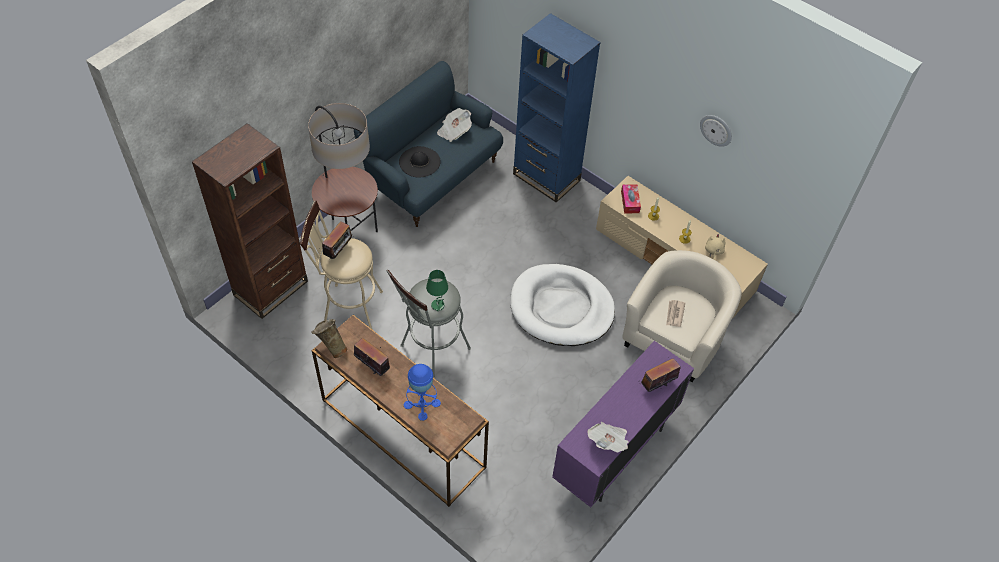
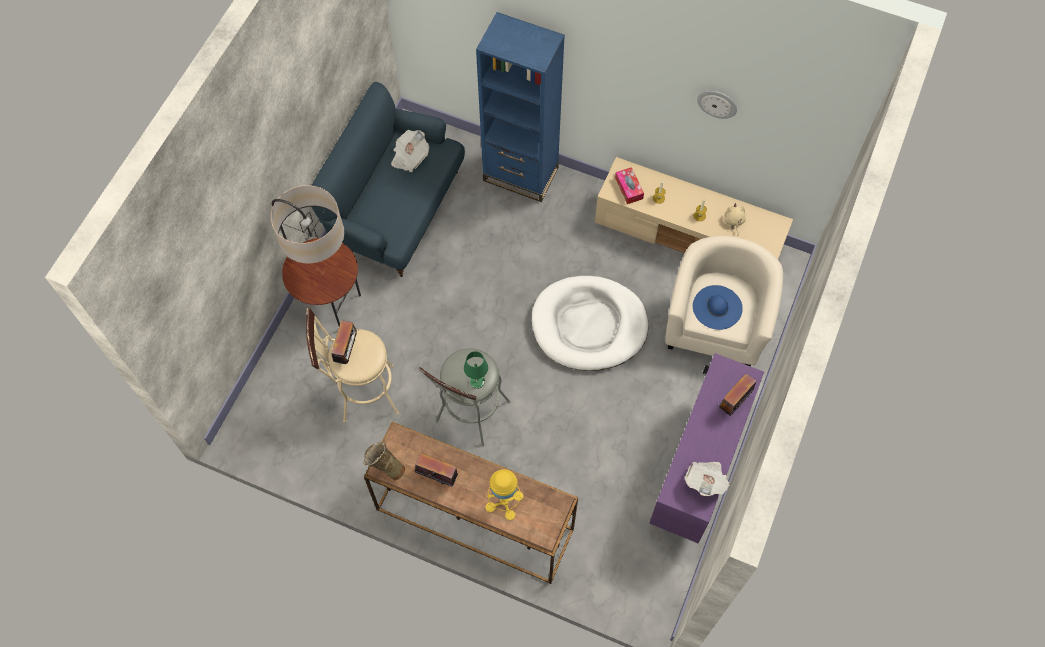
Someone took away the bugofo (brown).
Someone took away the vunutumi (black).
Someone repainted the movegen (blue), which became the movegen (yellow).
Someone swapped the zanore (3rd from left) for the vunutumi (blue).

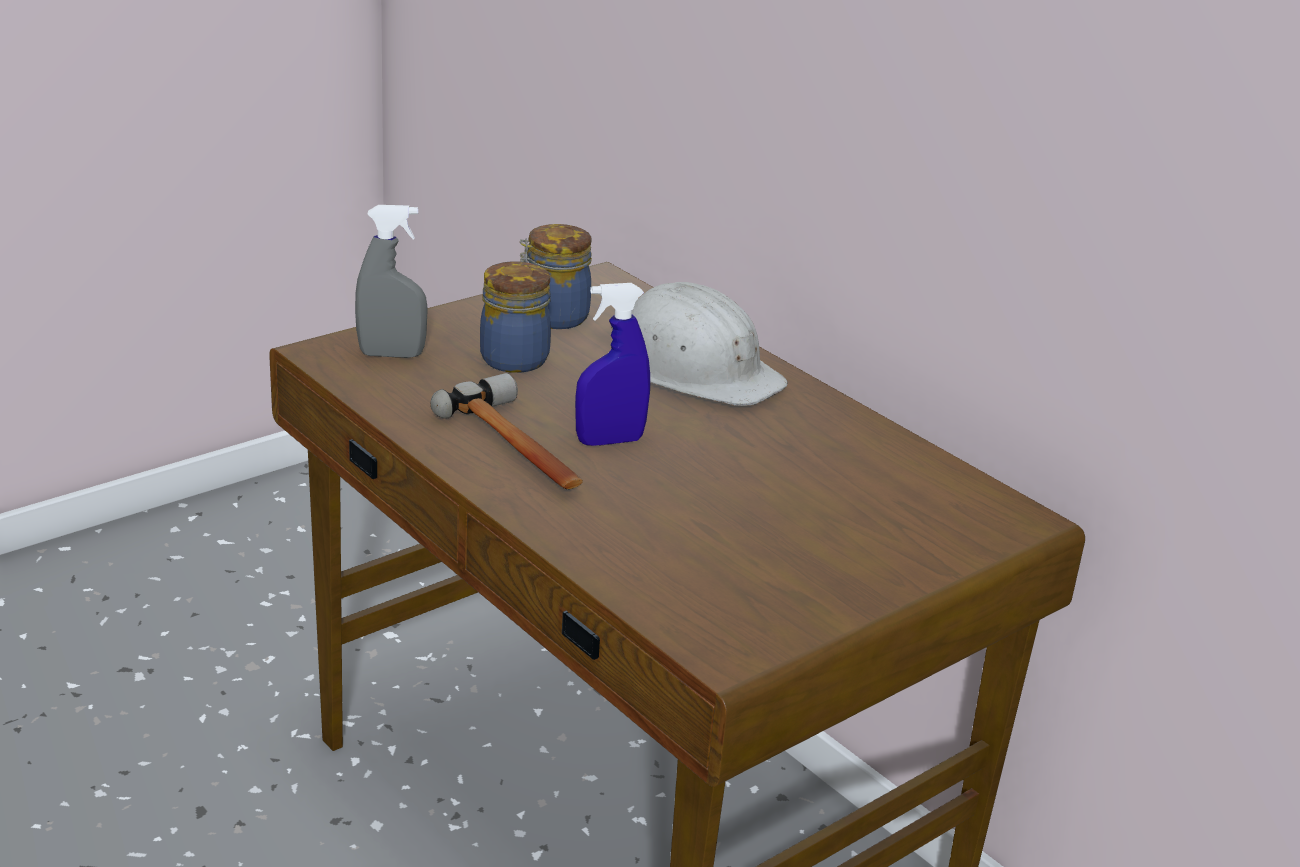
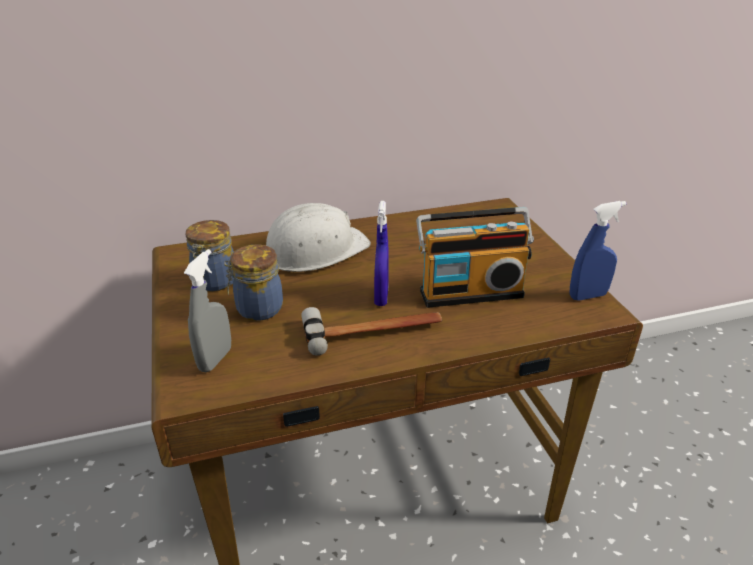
Someone put down the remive.
Someone put down the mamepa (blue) (2nd from left).

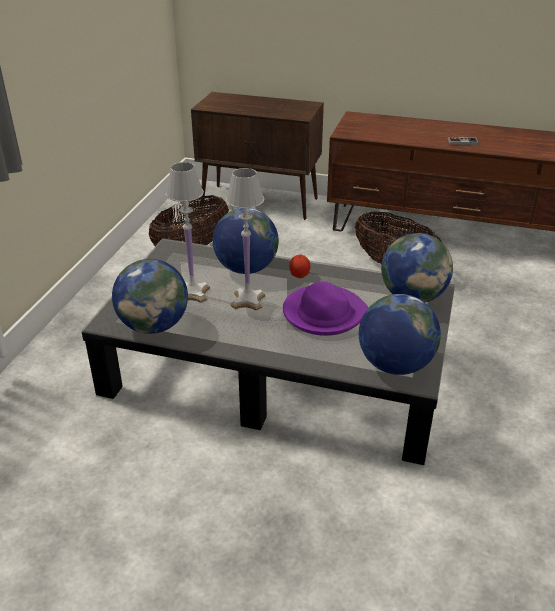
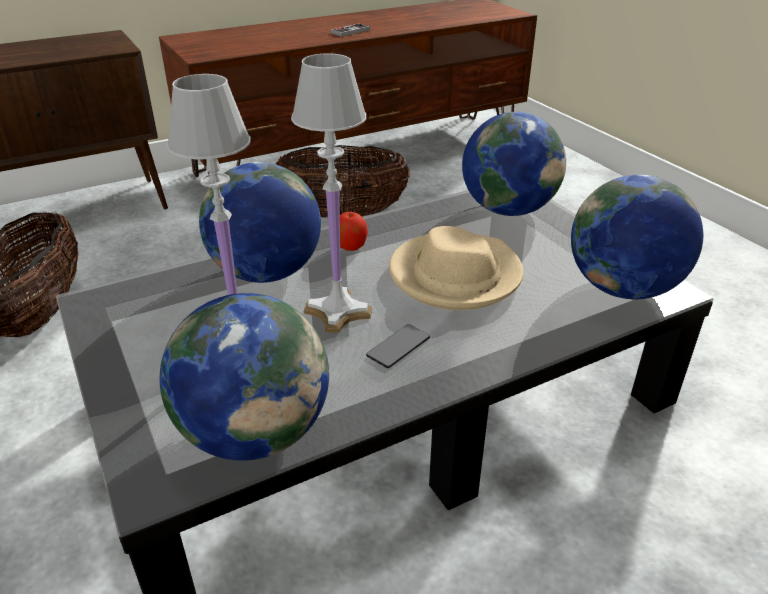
Someone repainted the vunutumi (purple), which became the vunutumi (beige).
Someone put down the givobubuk.

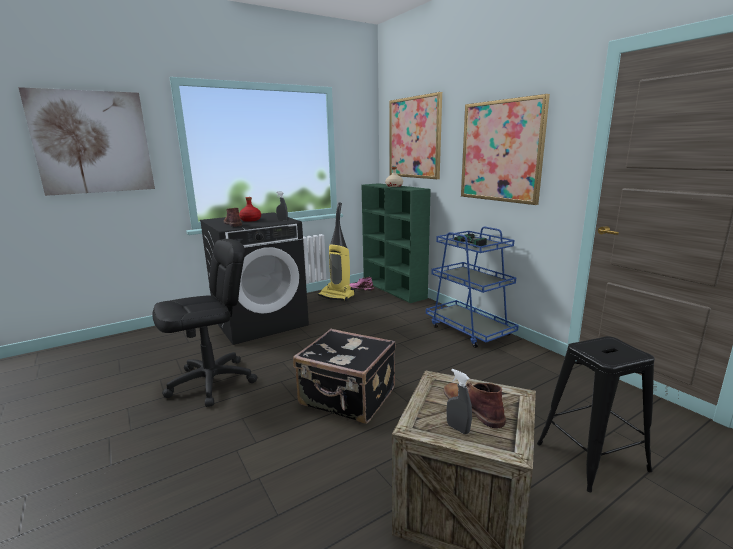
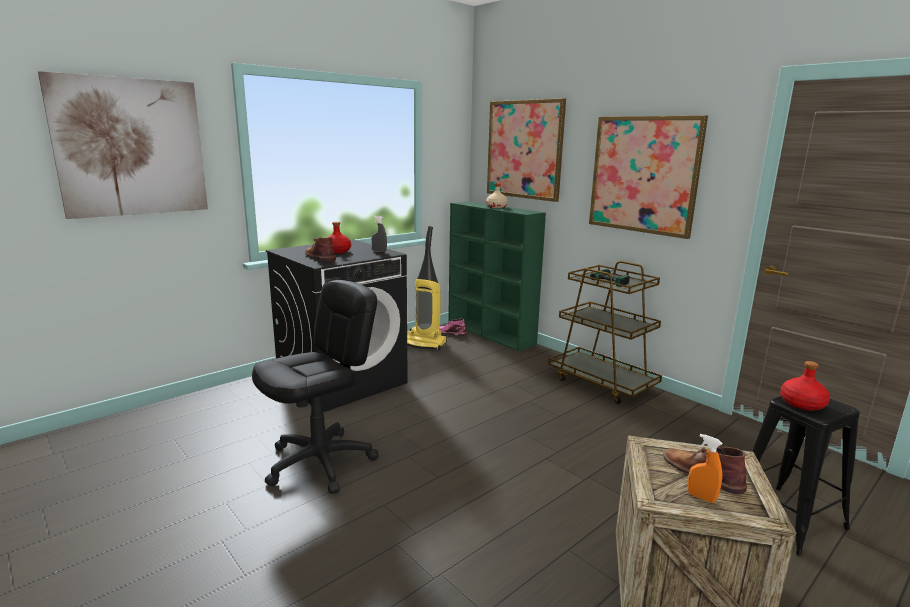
Someone took away the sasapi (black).
Someone repainted the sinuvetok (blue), which became the sinuvetok (brown).
Someone repainted the mamepa (grey) (2nd from left), which became the mamepa (orange).
Someone put down the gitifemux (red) (2nd from left).

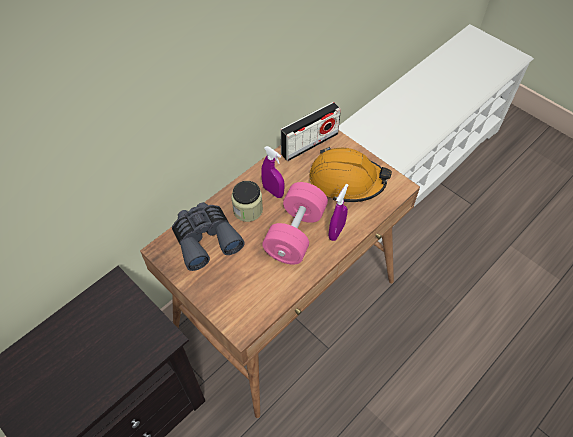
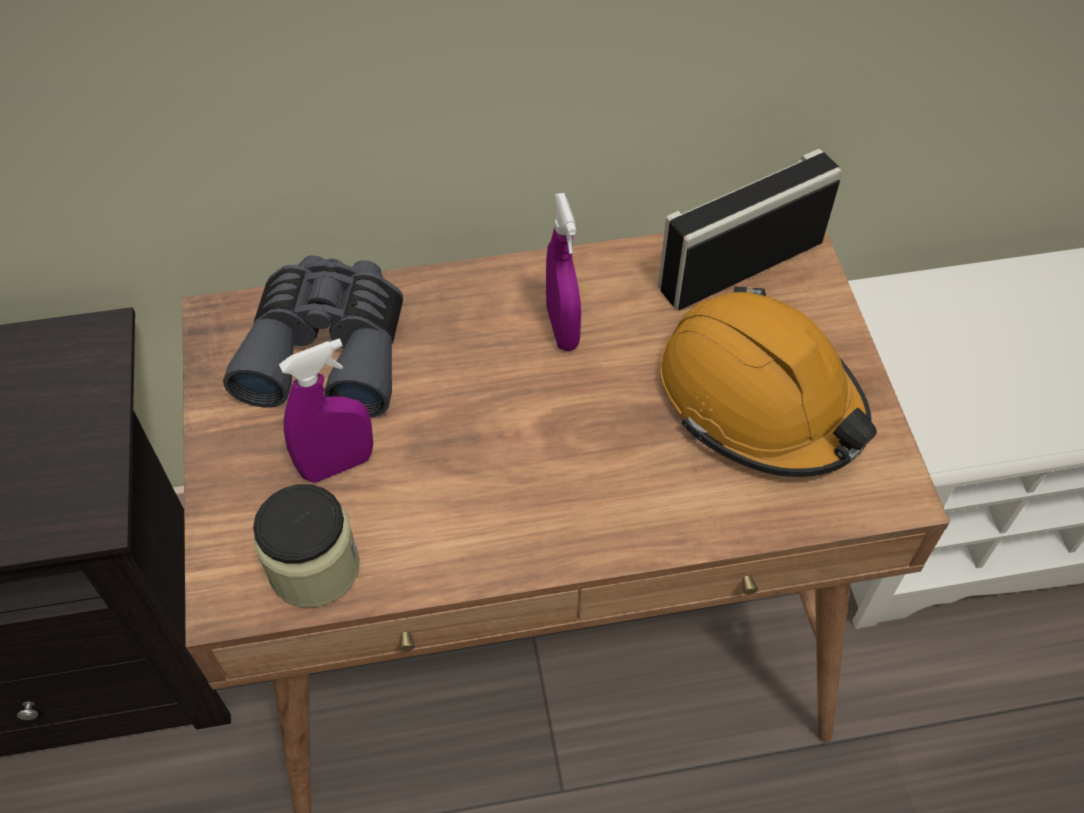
Someone carried the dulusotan.
Someone took away the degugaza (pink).
Someone rotated the remive by 150 degrees clockwise.
Someone carried the mamepa (purple) (2nd from left in the first image).

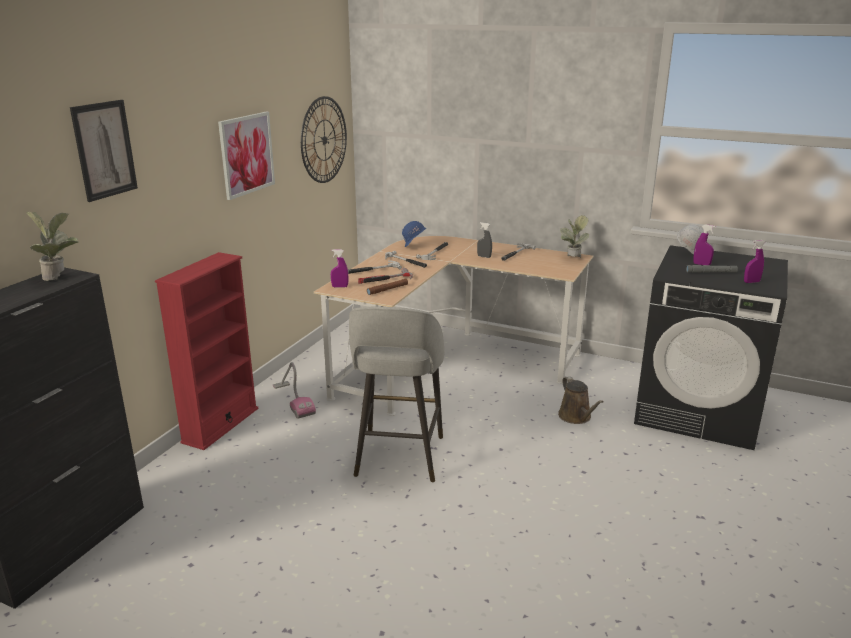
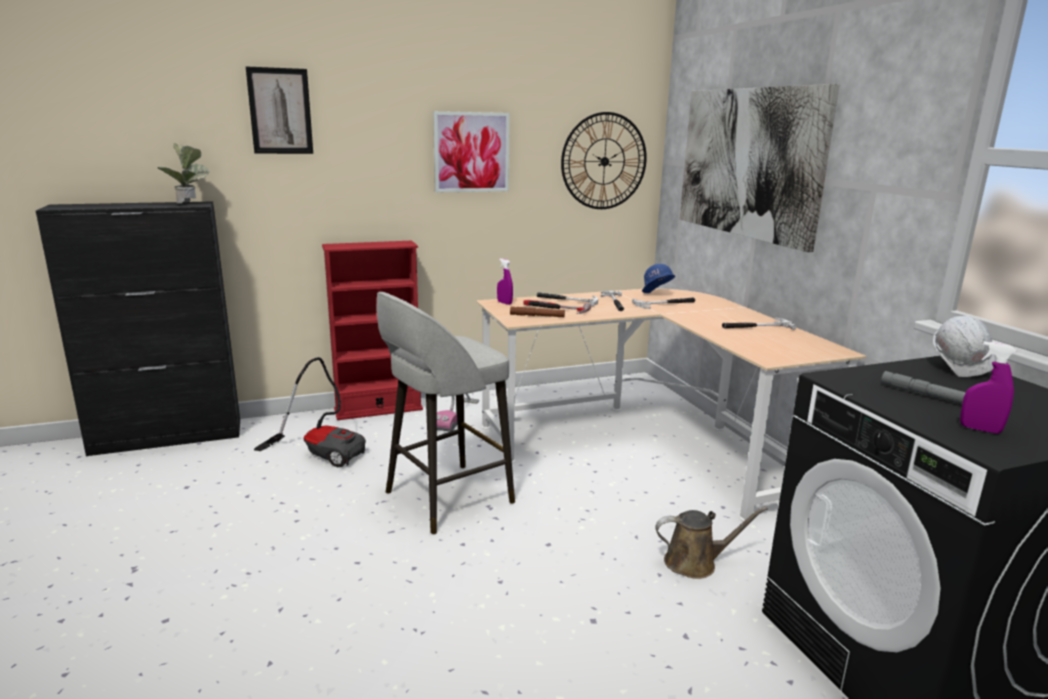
Someone took away the mamepa (grey).
Someone rotated the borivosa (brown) by 120 degrees counterclockwise.
Someone took away the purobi (2nd from left).
Someone took away the mamepa (purple) (2nd from left).
Someone put down the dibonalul (1st from left).
Someone put up the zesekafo (3rd from left).

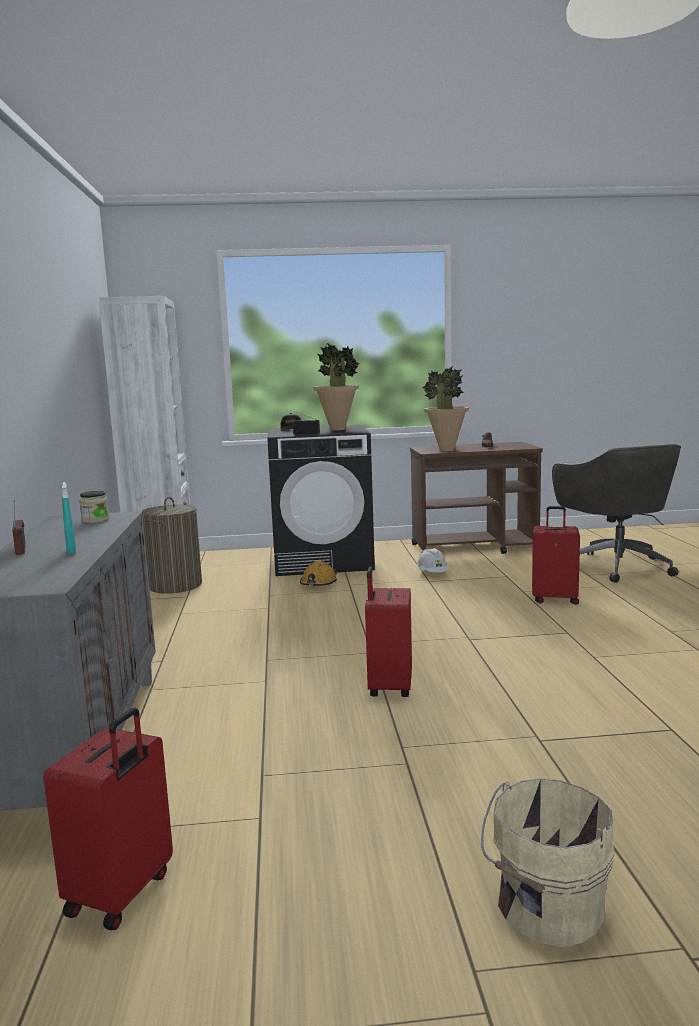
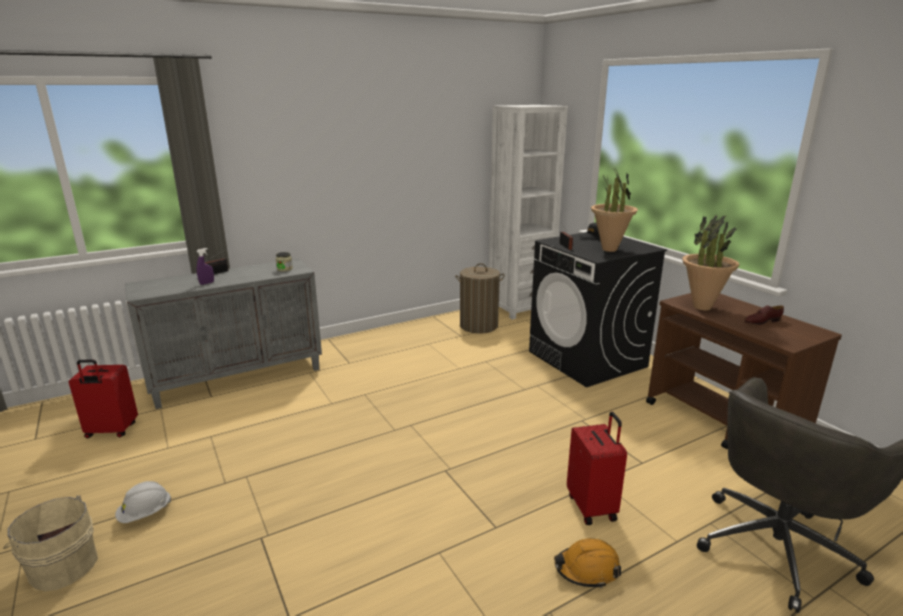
Someone repainted the mamepa (turquoise), which became the mamepa (purple).
Someone carried the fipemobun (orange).
Someone took away the sasapi (red) (2nd from left).
Someone carried the fipemobun (white).

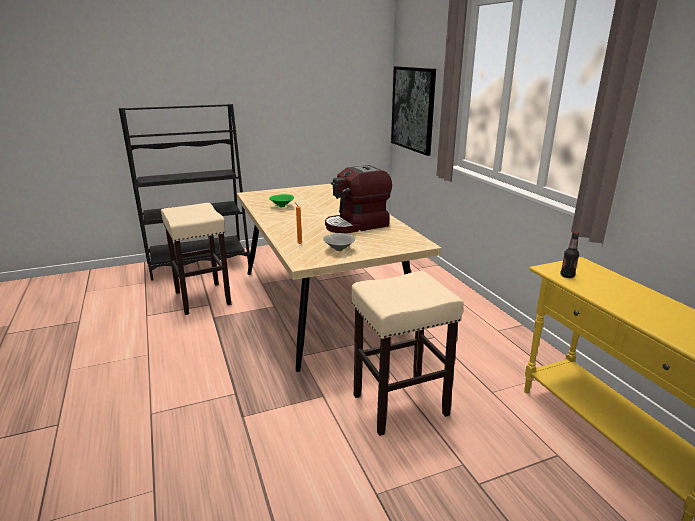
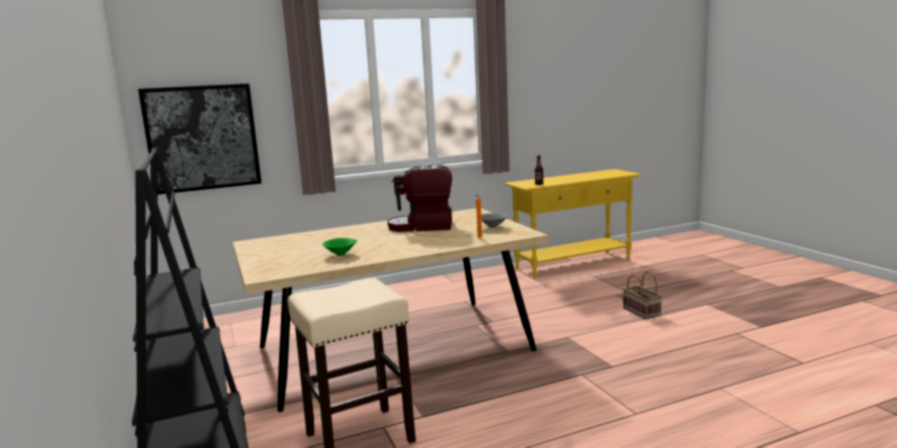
Someone rotated the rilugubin by 120 degrees clockwise.
Someone took away the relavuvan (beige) (2nd from left).
Someone put down the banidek.

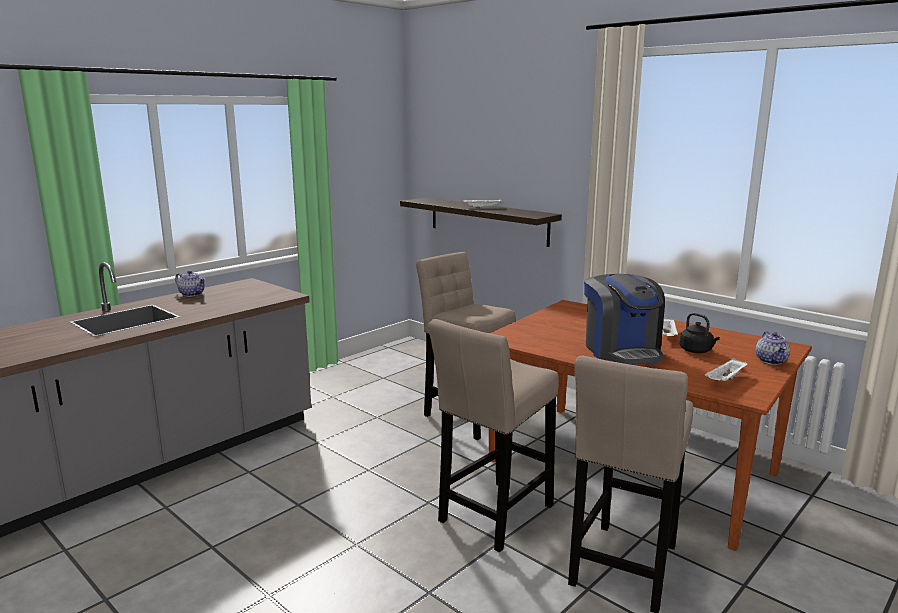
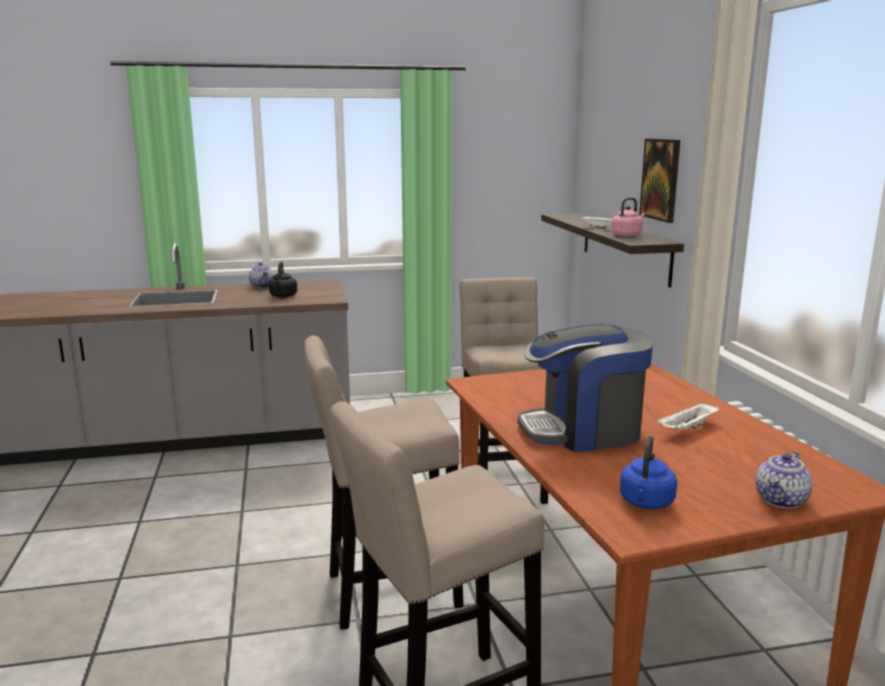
Someone rotated the rilugubin by 60 degrees clockwise.
Someone carried the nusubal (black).
Someone swapped the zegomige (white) (3rd from left) for the nusubal (blue).
Someone put down the nusubal (pink).
Someone put up the zesekafo.

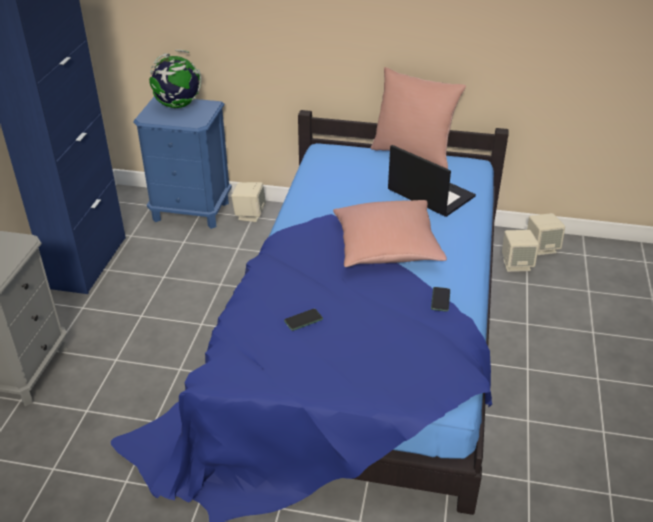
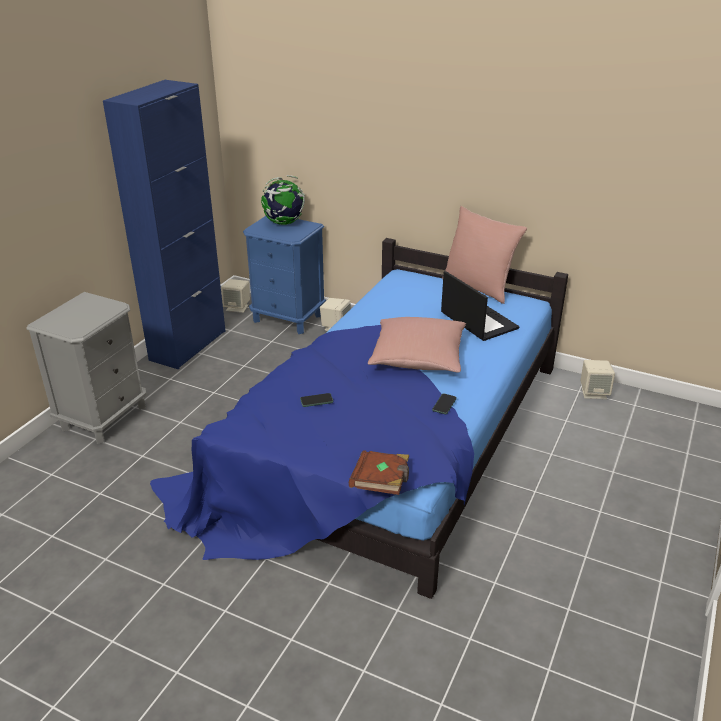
Someone carried the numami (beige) (2nd from left in the first image).
Someone put down the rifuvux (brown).

